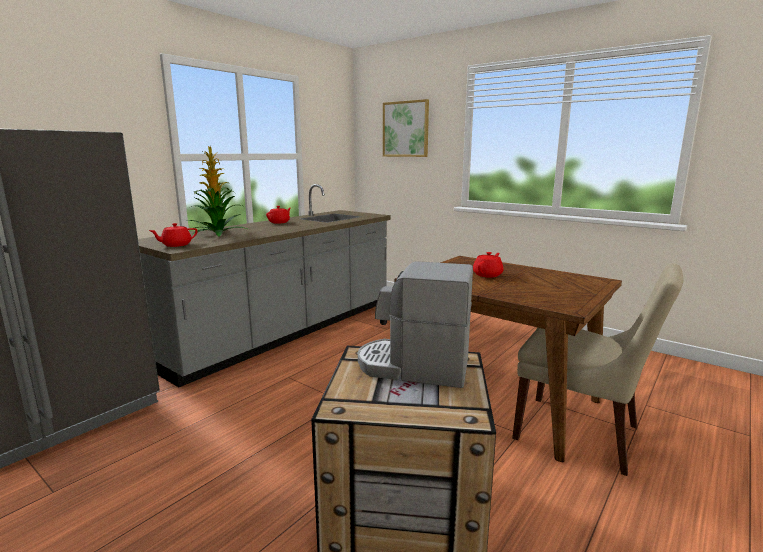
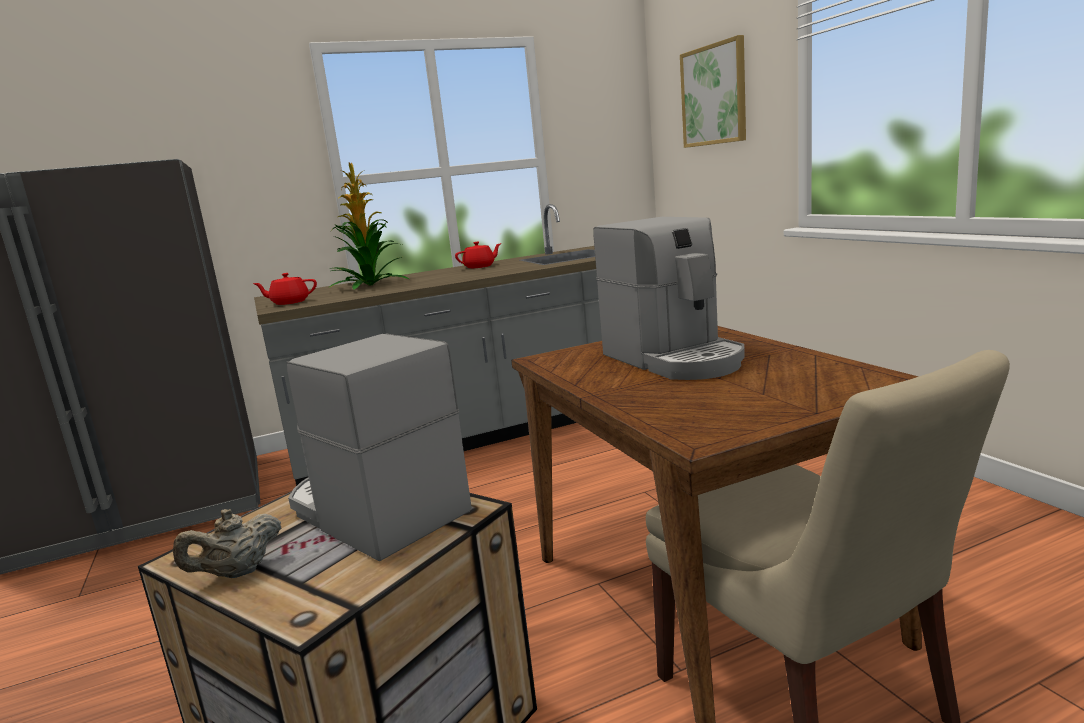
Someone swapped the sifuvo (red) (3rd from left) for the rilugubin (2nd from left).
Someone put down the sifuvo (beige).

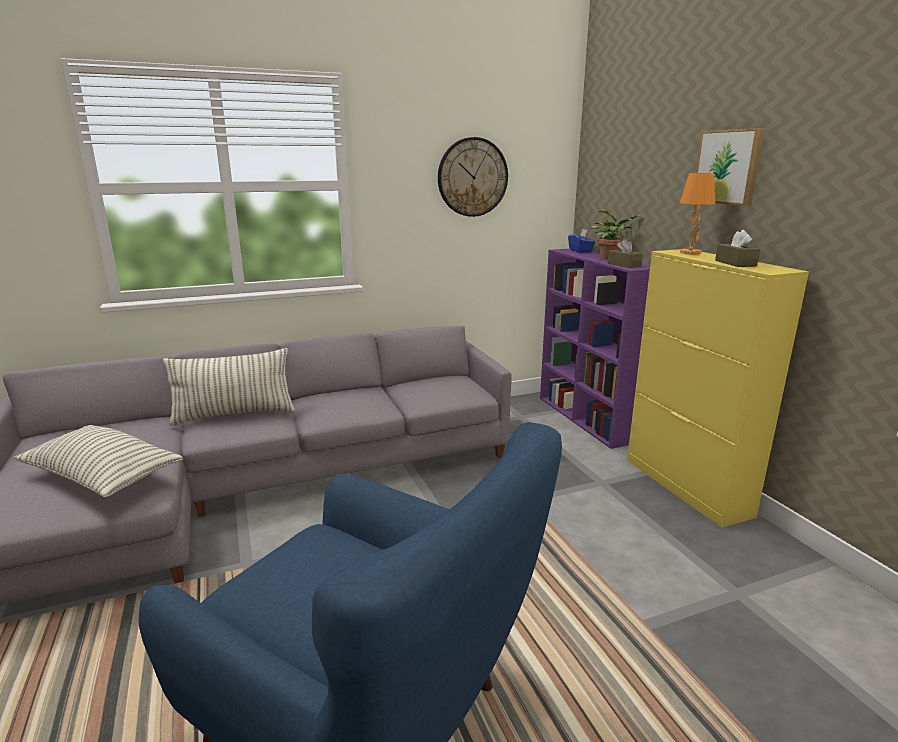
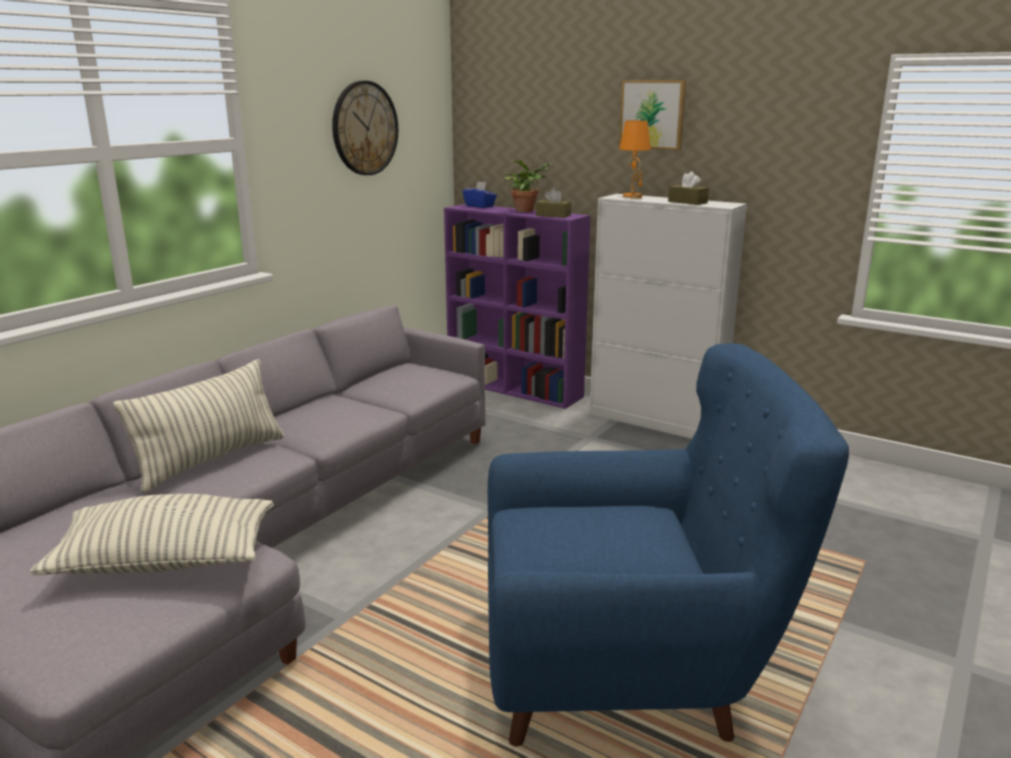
Someone repainted the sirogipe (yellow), which became the sirogipe (white).

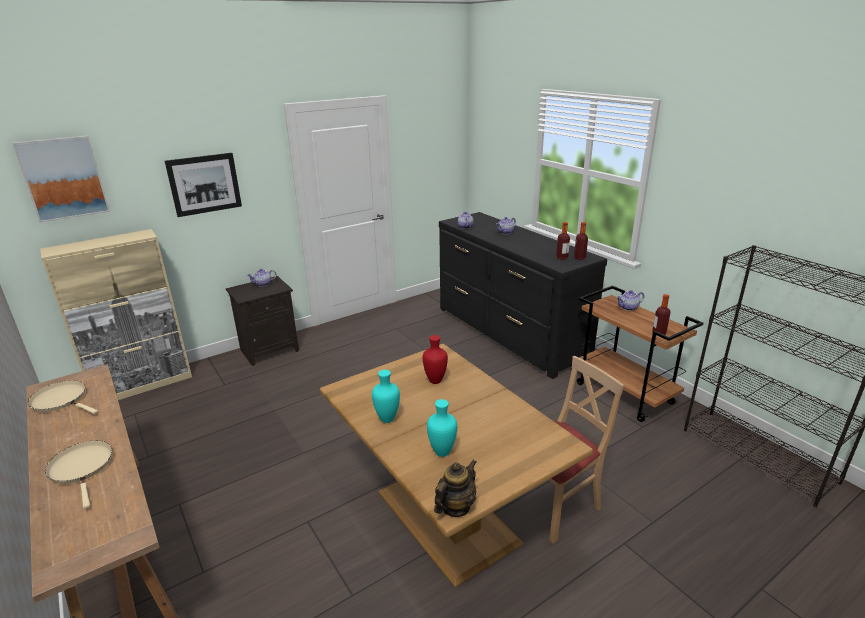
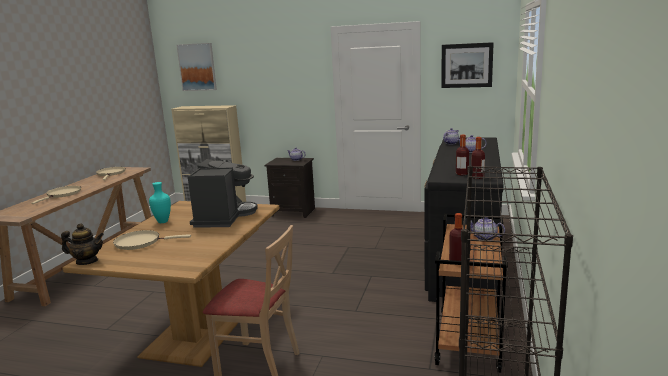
Someone carried the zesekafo (2nd from left).
Someone swapped the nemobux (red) for the rilugubin.
Someone swapped the nemobux (turquoise) (2nd from left) for the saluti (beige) (3rd from left).

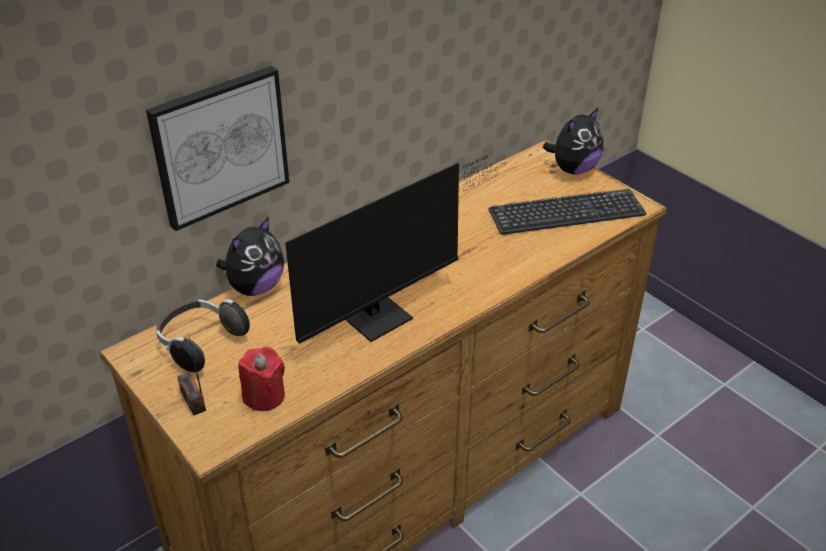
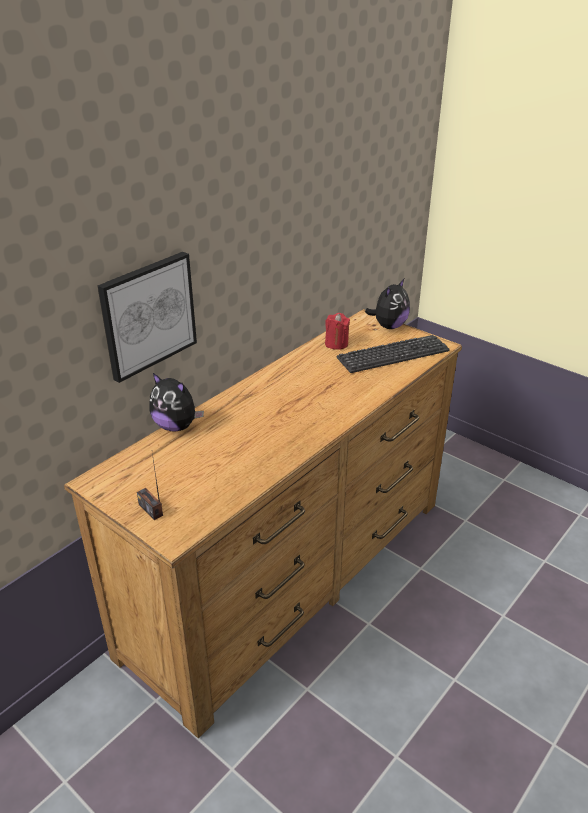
Someone took away the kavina.
Someone rotated the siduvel (1st from left) by 90 degrees clockwise.
Someone carried the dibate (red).
Someone took away the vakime.

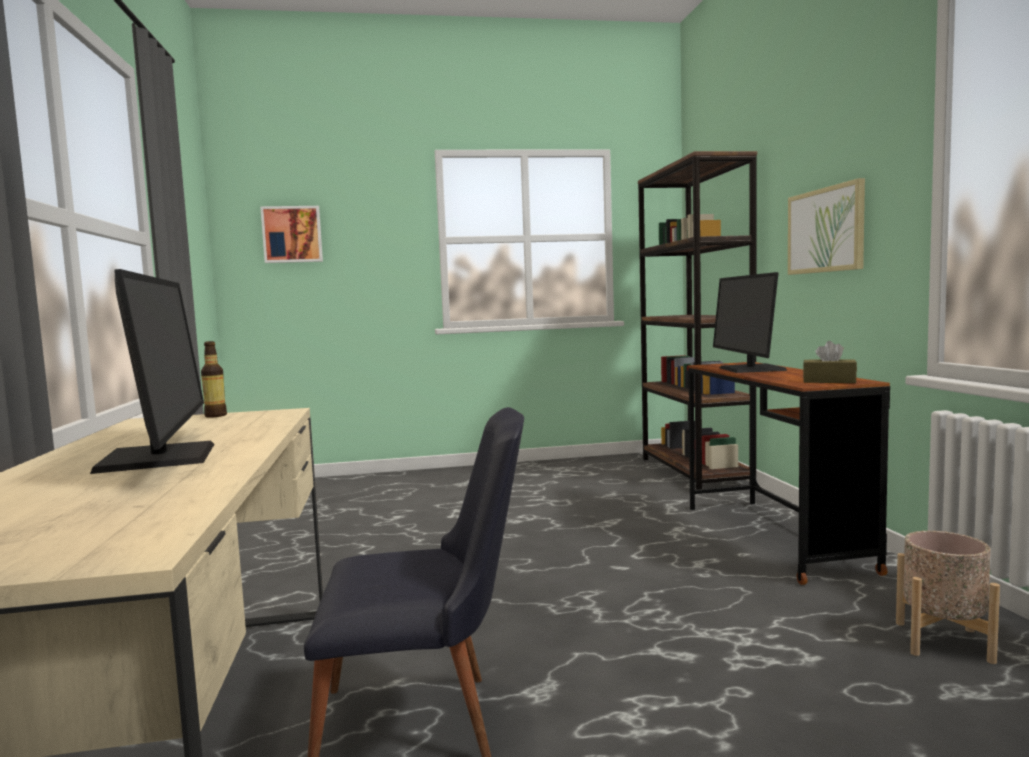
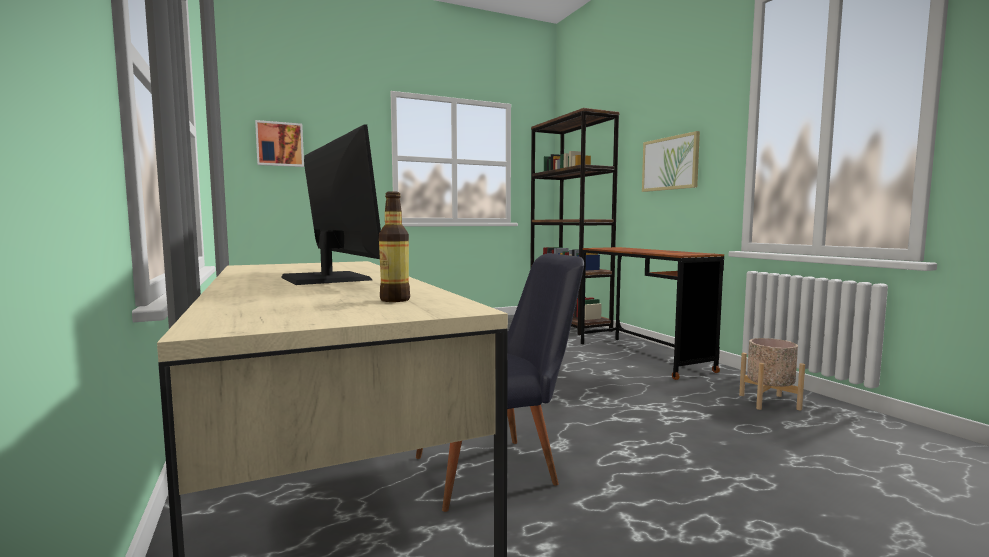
Someone carried the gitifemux.
Someone took away the vakime (2nd from left).
Someone took away the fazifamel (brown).

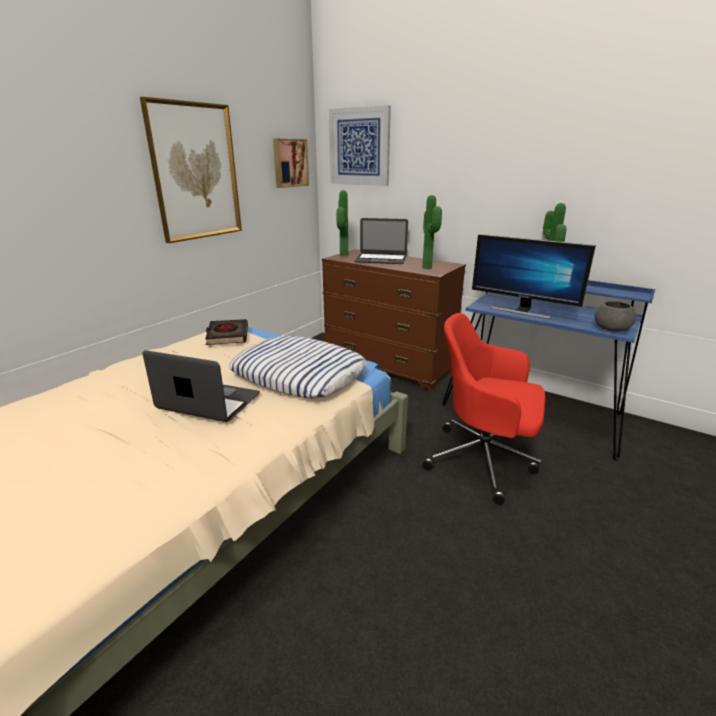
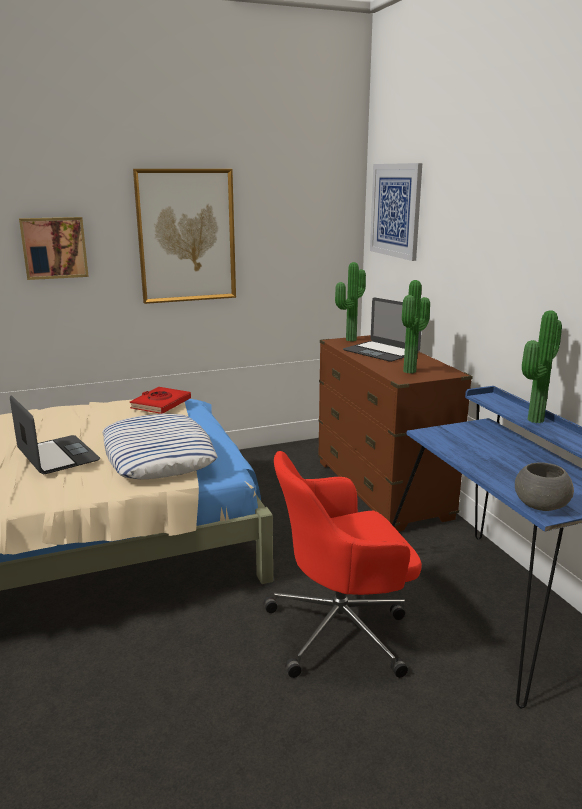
Someone repainted the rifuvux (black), which became the rifuvux (red).
Someone carried the zesekafo (2nd from left in the first image).
Someone rotated the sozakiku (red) by 75 degrees counterclockwise.
Someone took away the vakime.

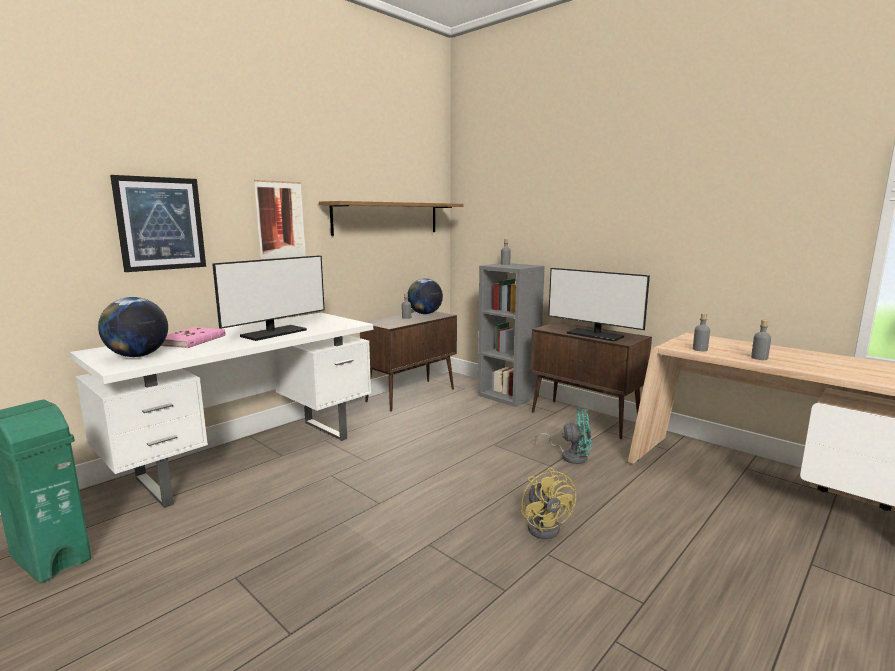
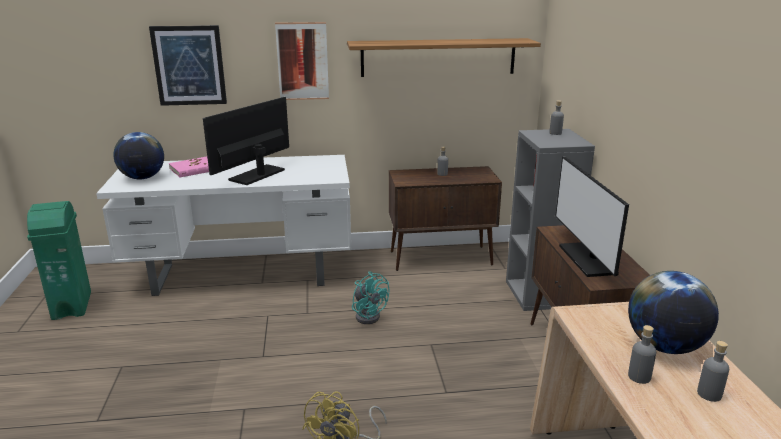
Someone rotated the vakime (1st from left) by 135 degrees clockwise.
Someone carried the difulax (2nd from left).
Someone carried the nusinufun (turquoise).
Someone carried the gitifemux (grey) (3rd from left in the first image).

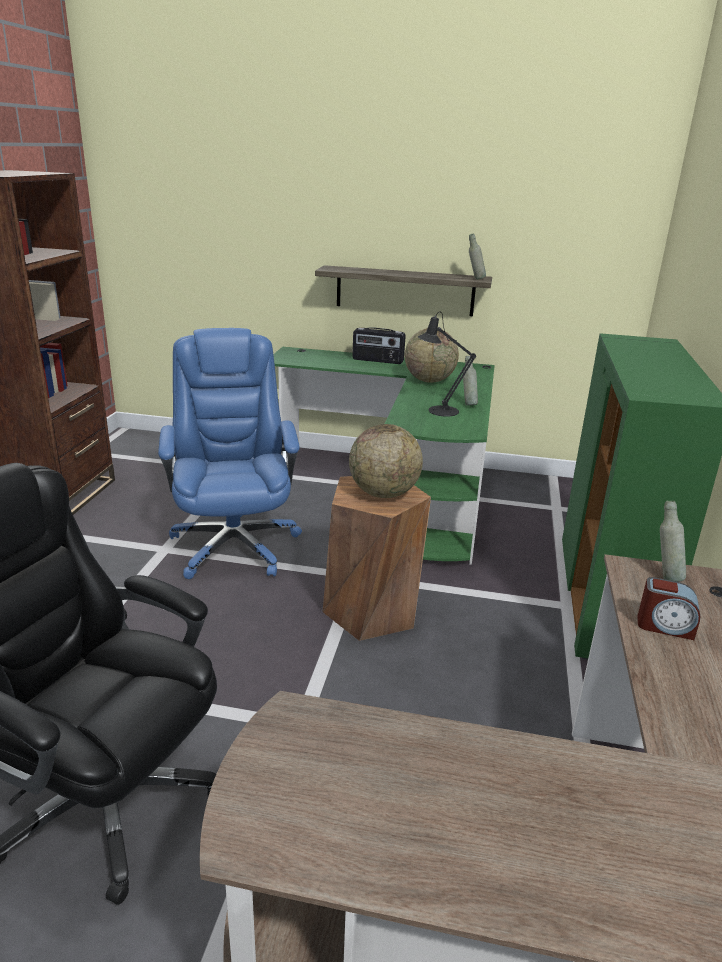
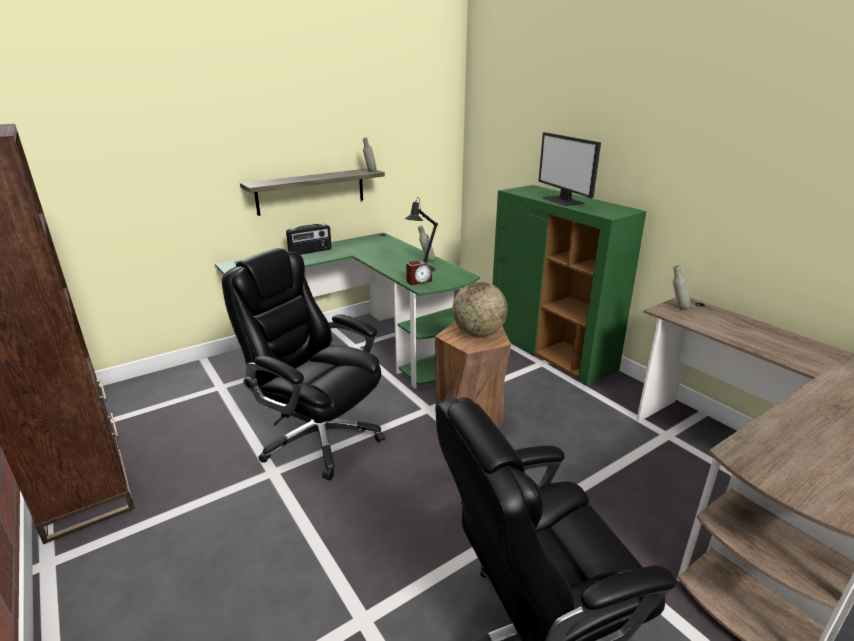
Someone repainted the sozakiku (blue), which became the sozakiku (black) (1st from left).
Someone took away the difulax (2nd from left).
Someone carried the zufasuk.
Someone put down the vakime.

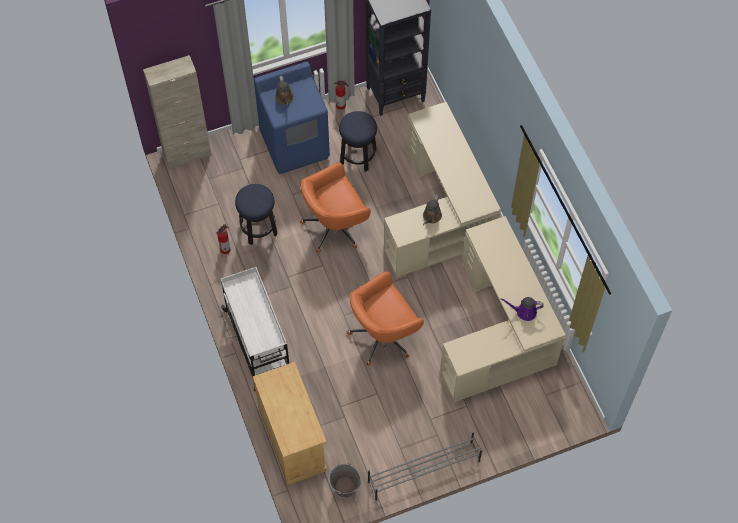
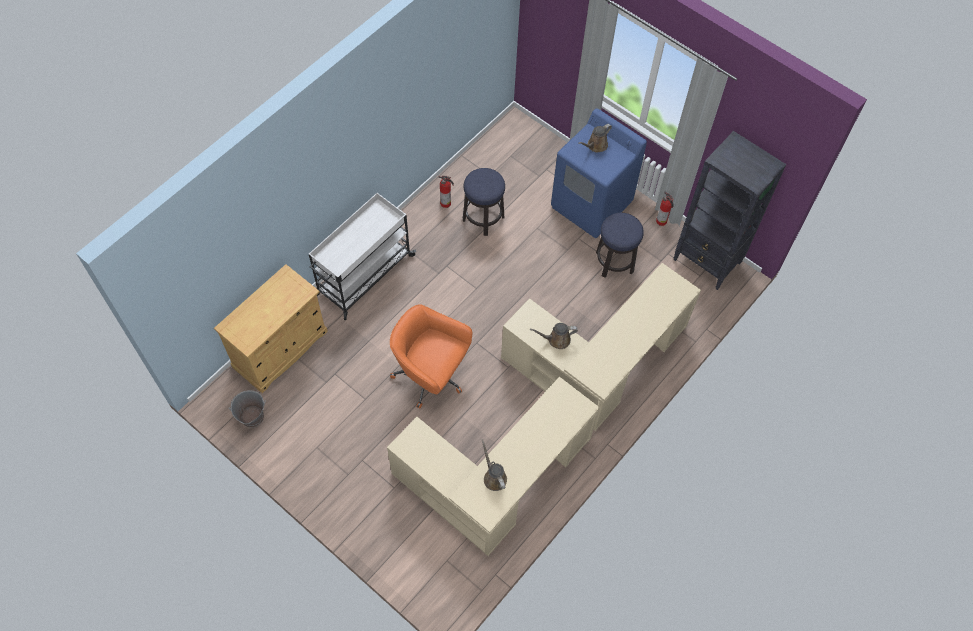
Someone took away the sirogipe (beige) (1st from left).
Someone took away the sozakiku (orange) (1st from left).
Someone took away the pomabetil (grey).
Someone repainted the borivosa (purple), which became the borivosa (brown) (1st from left).

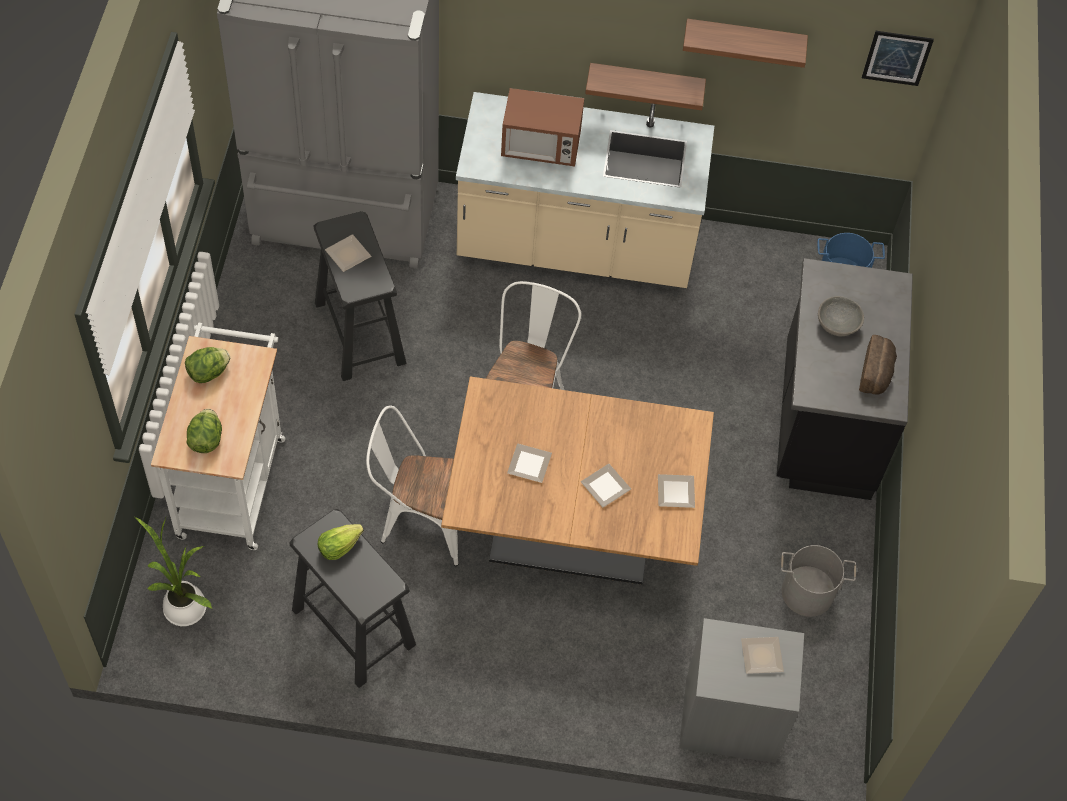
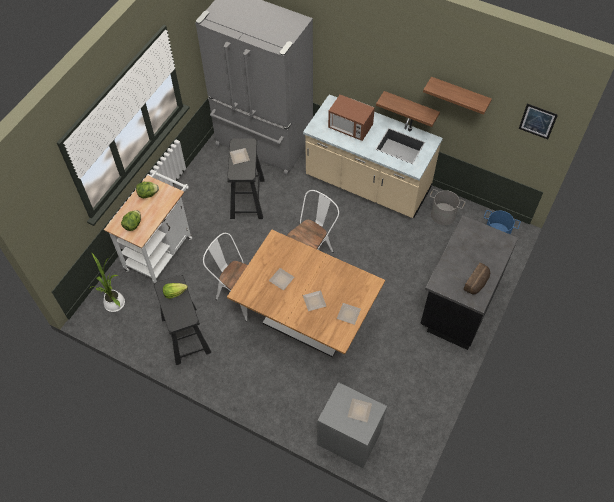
Someone carried the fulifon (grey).
Someone took away the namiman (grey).

